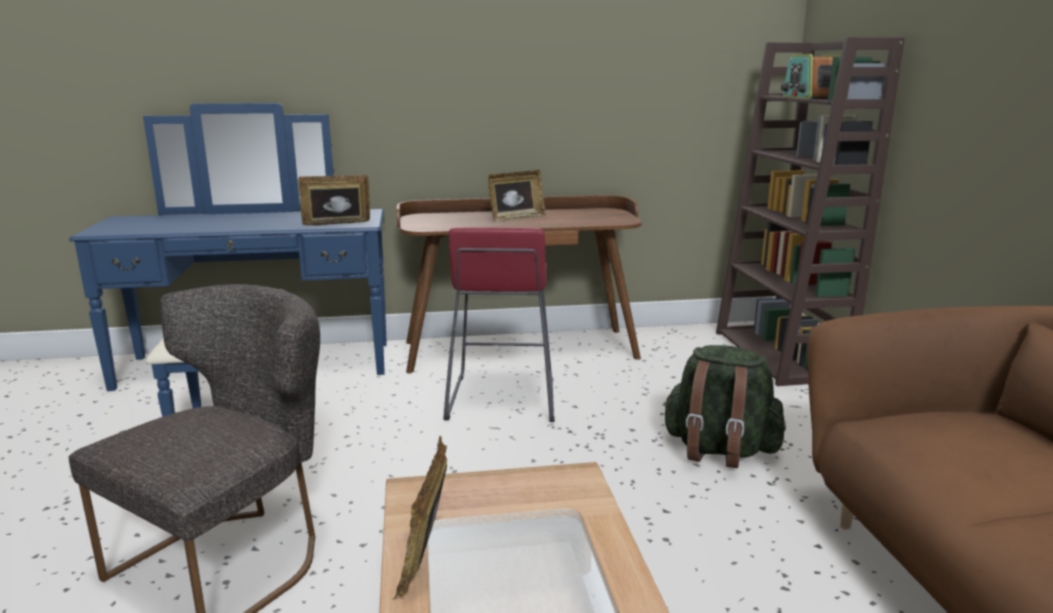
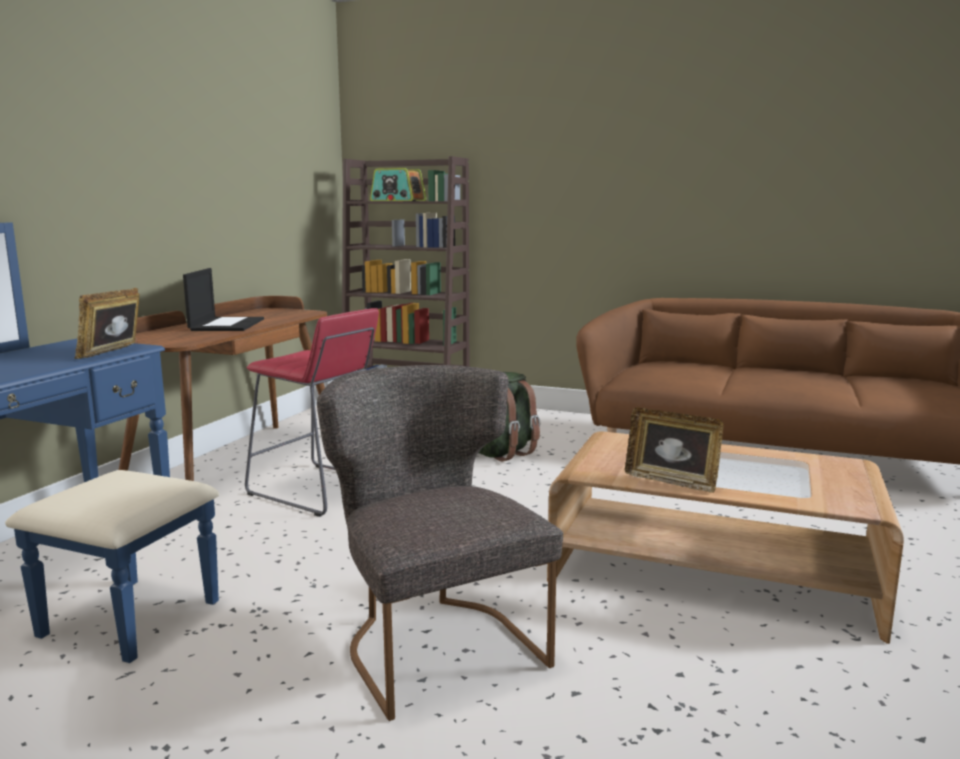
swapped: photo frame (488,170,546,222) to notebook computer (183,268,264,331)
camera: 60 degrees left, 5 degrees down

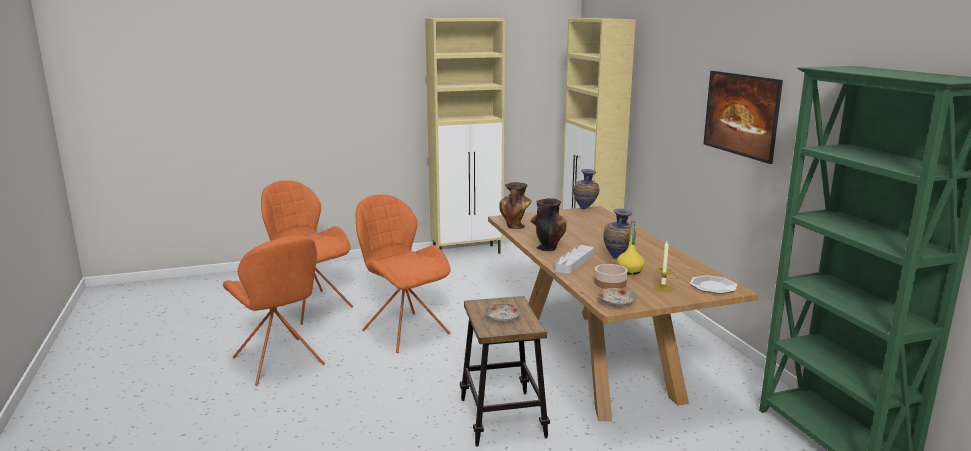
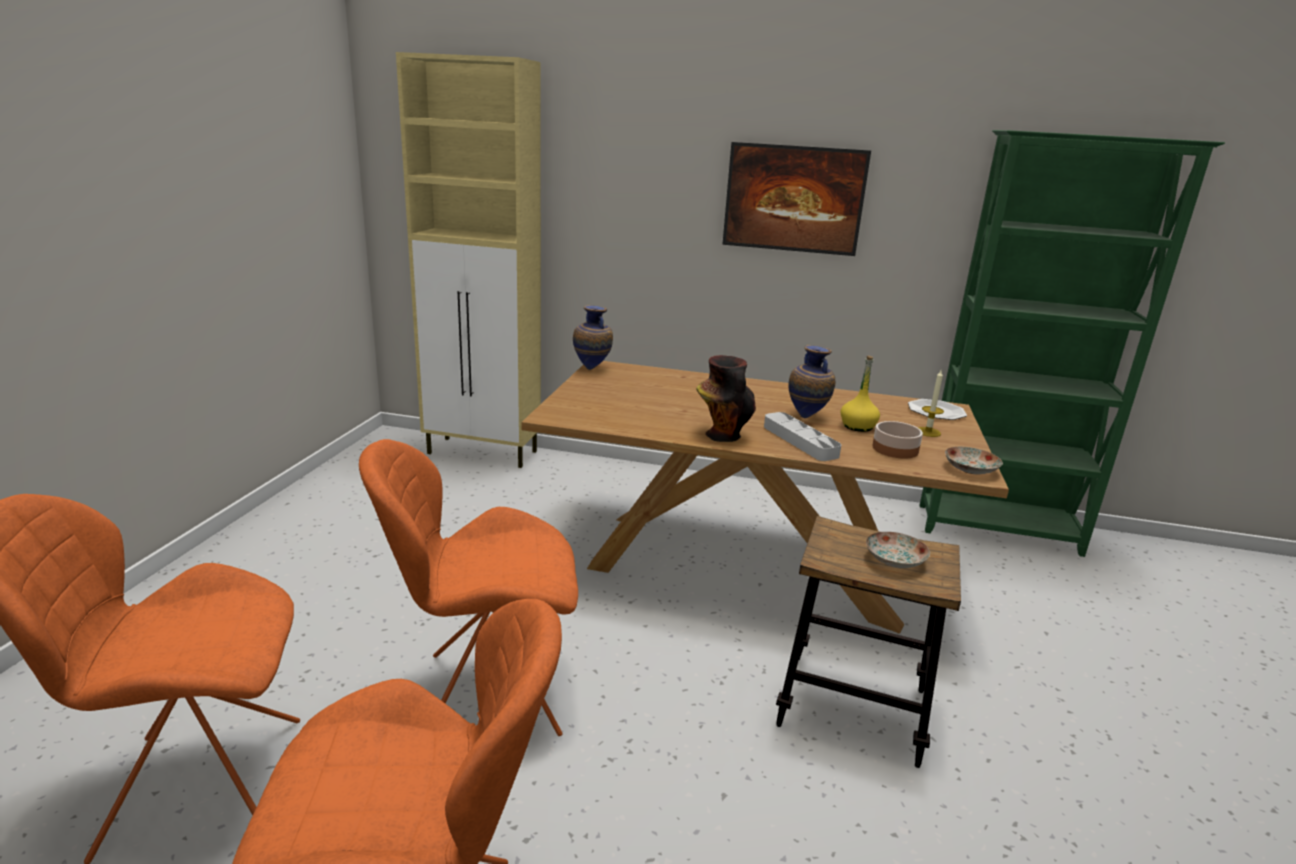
gone: cabinet in beige (425,18,505,254); decorative vase (499,182,532,229)
camera: 60 degrees left, 5 degrees up

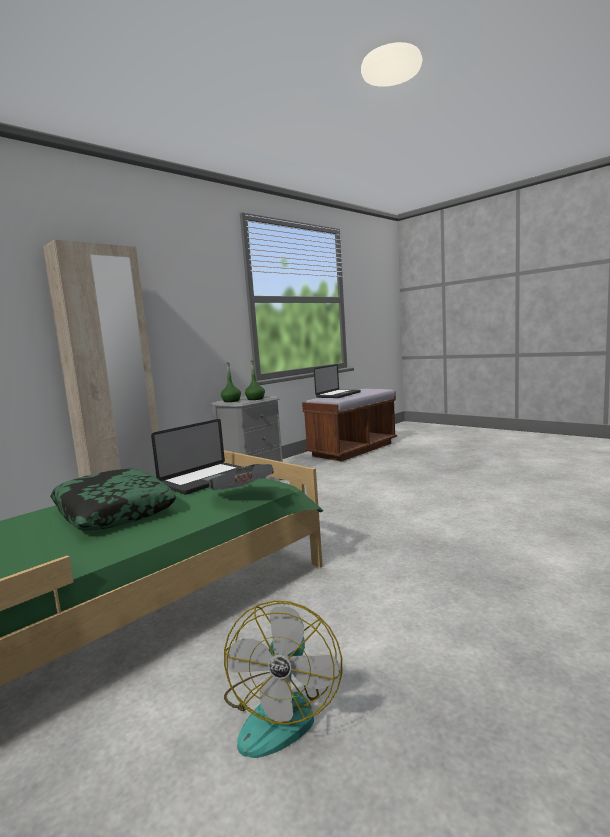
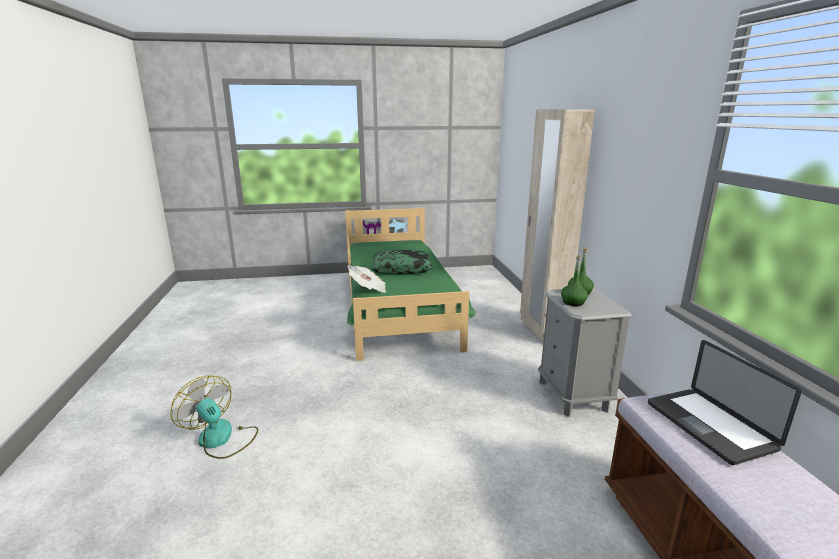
gone: notebook computer (151,419,242,495)
shifted: fan (224,601,342,758) to (170,375,258,459)
camera: 125 degrees right, 10 degrees up

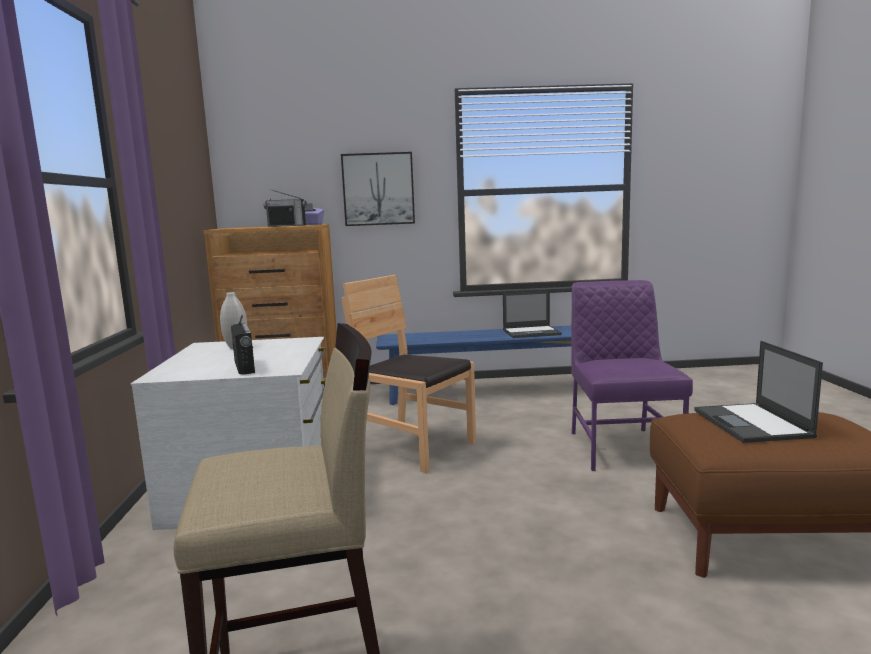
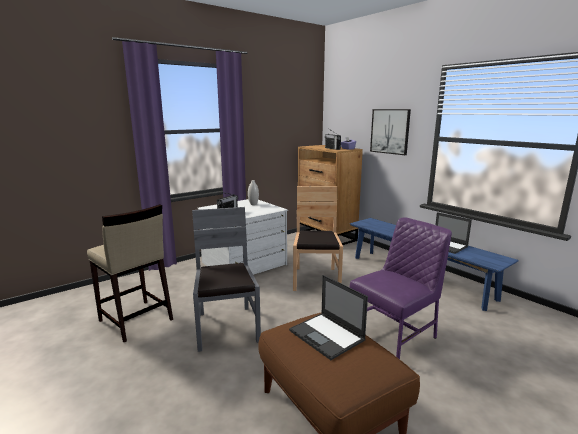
new: upright chair in greyish (192,207,261,352)
rotated: notebook computer (694,341,823,443) = (289,275,368,360) 90 degrees counterclockwise
camera: 55 degrees right, 5 degrees up

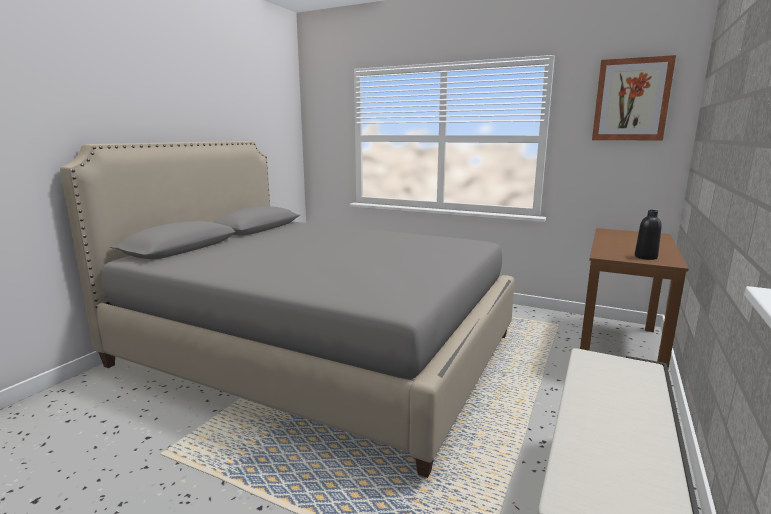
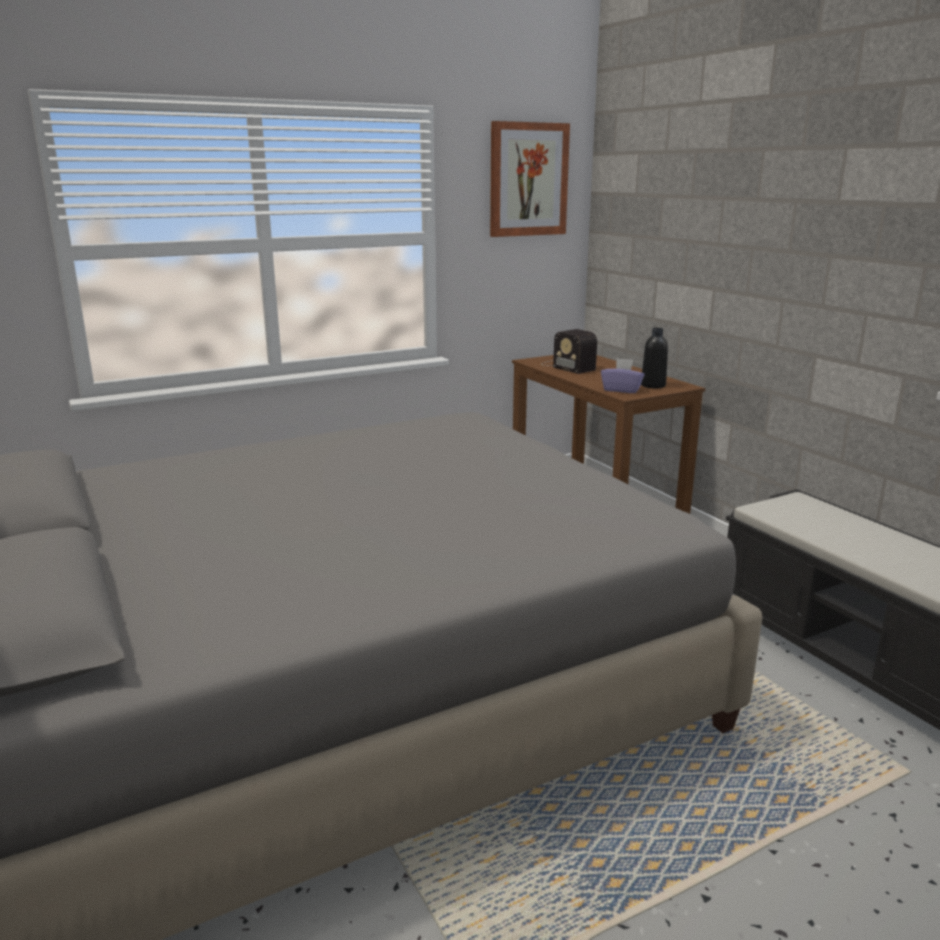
new: radio receiver (541,329,597,374); tissue holder in purple (601,358,644,393)
camera: 55 degrees left, 5 degrees up

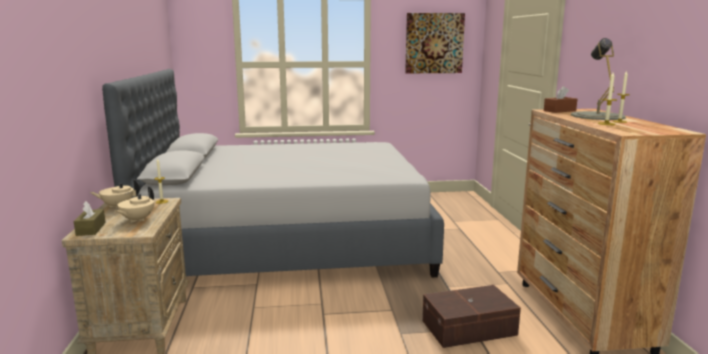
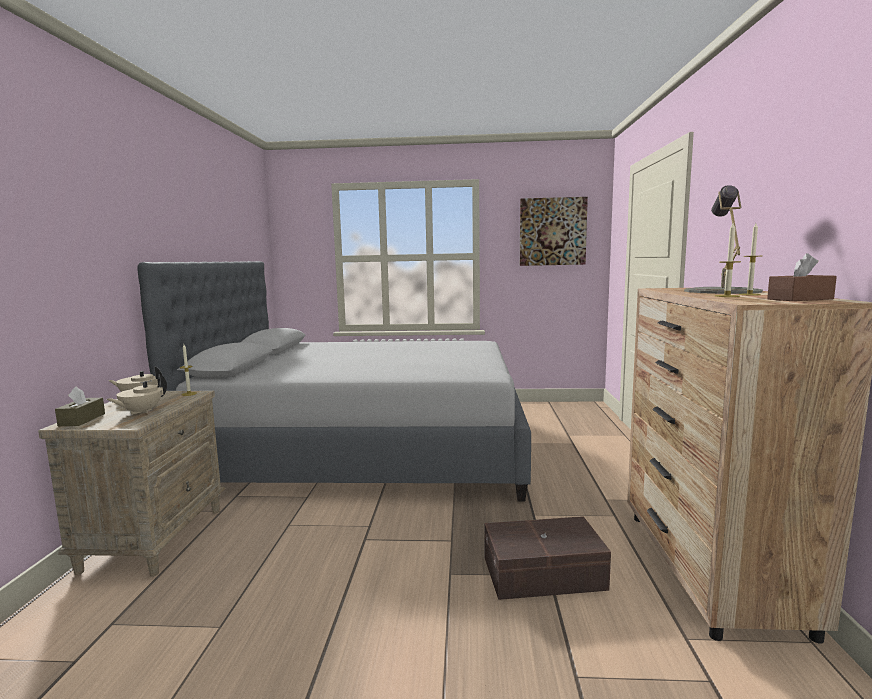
shifted: tissue holder in brownish (544,86,577,113) to (767,253,837,301)
camera: 10 degrees right, 5 degrees down

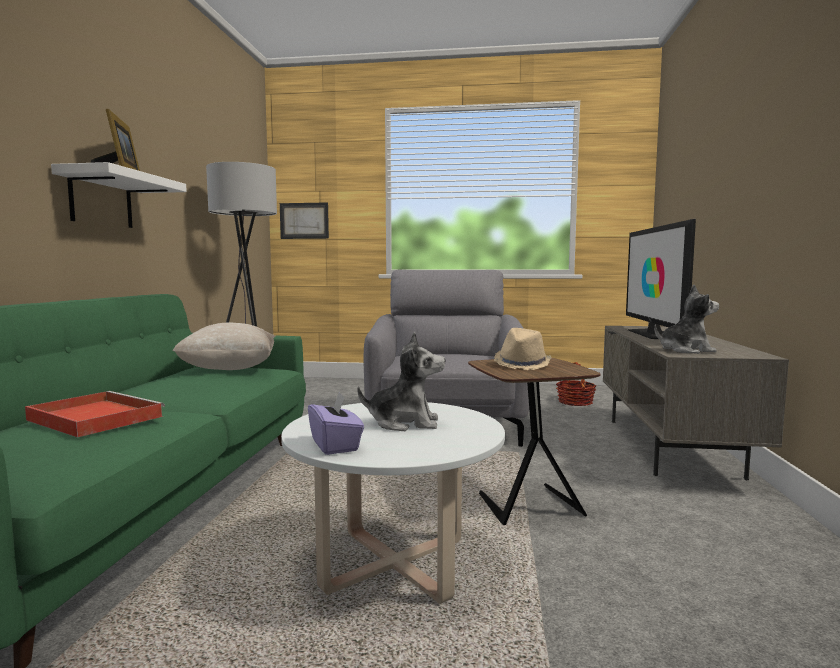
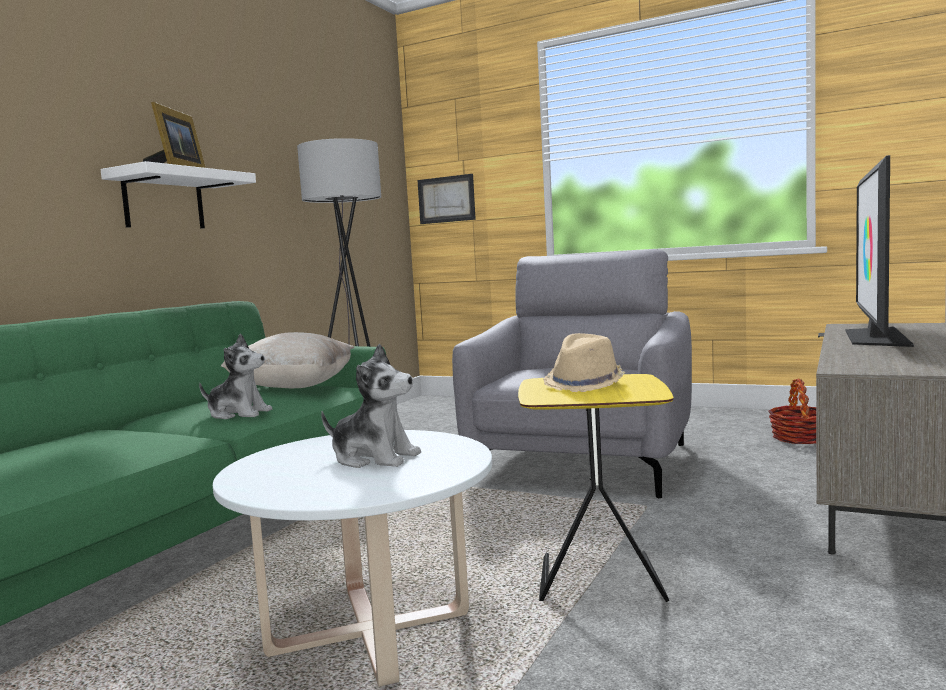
gone: carrying tray in red-coloured (25,391,165,438); tissue holder in purple (308,393,364,455)
shifted: cuddly toy (654,285,719,354) to (199,334,272,419)
repainted: end table in brownish (468,358,601,525) to end table in yellow (518,374,674,602)
camera: 20 degrees right, 0 degrees up

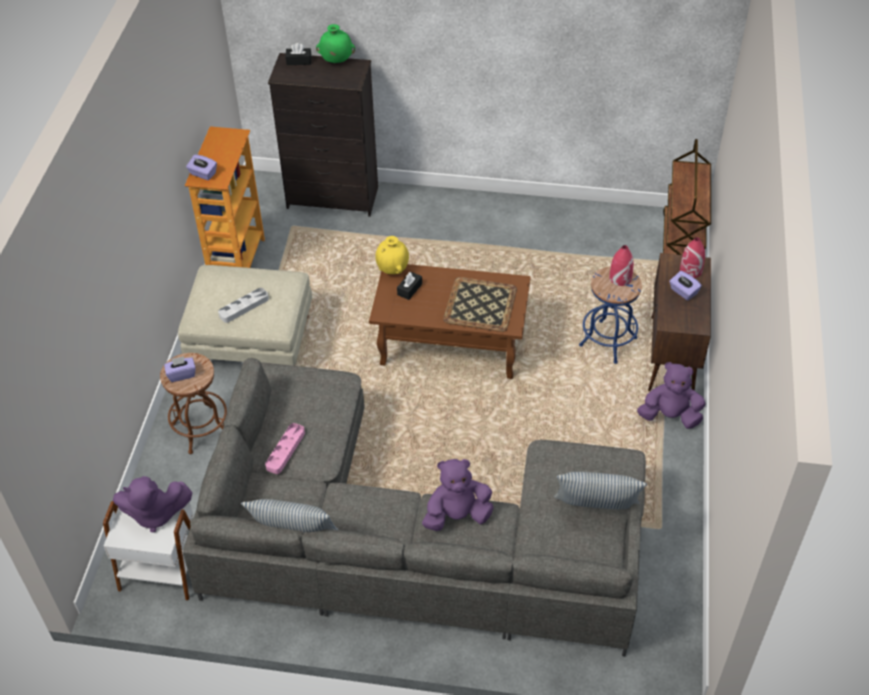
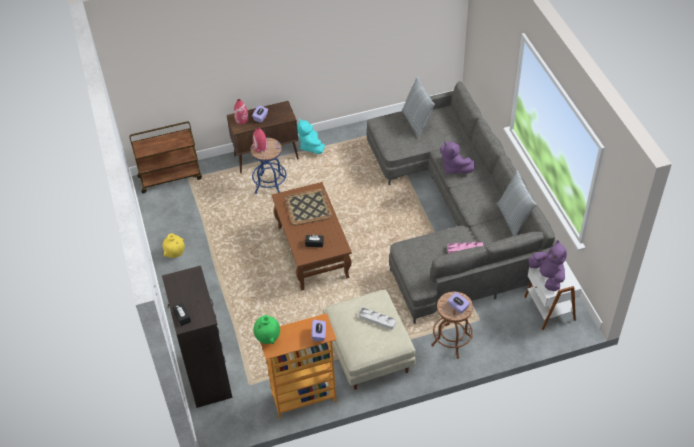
shifted: decorative vase in green-coloured (316,24,355,63) to (253,315,280,344); decorative vase in yellow (375,236,409,274) to (163,233,185,258)
repainted: cuddly toy in purple (637,362,706,429) to cuddly toy in turquoise-coloured (297,119,325,154)
camera: 115 degrees left, 0 degrees up

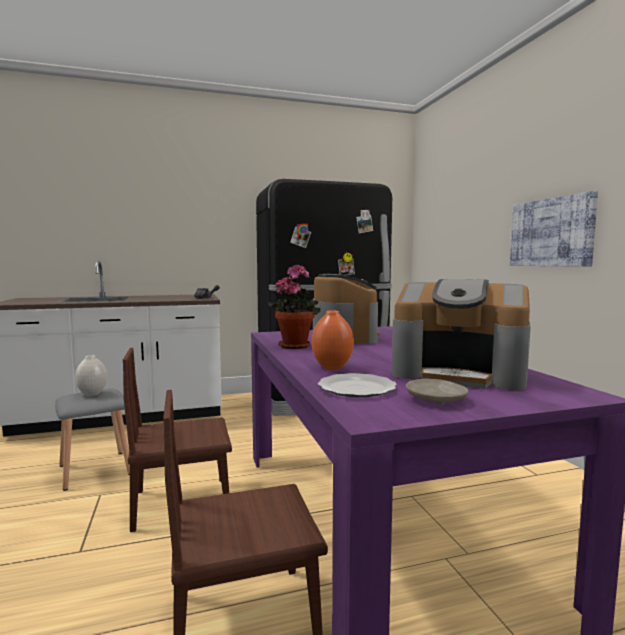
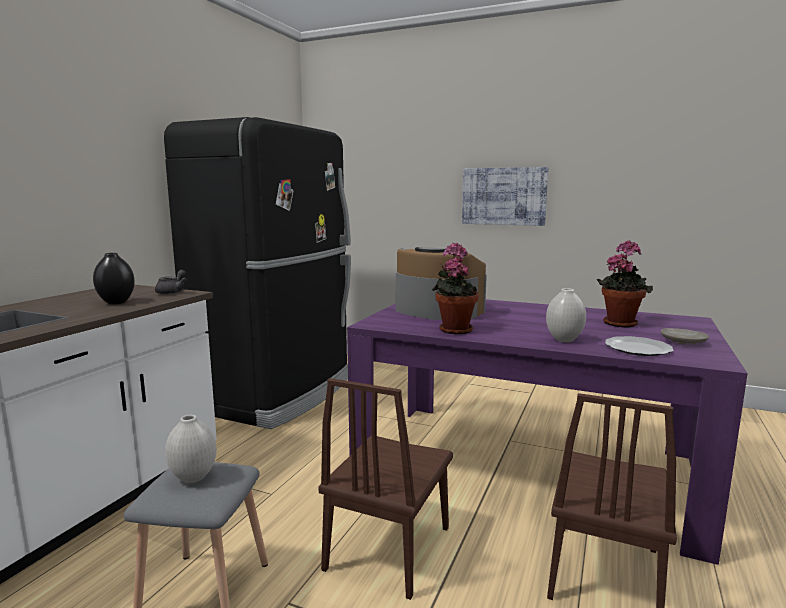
new: decorative vase in black (93,253,135,304)
swapped: coffee machine (392,279,531,390) to potted plant (597,240,653,327)
repainted: decorative vase in orangey (312,310,354,370) to decorative vase in white (546,288,586,342)
camera: 50 degrees left, 5 degrees up

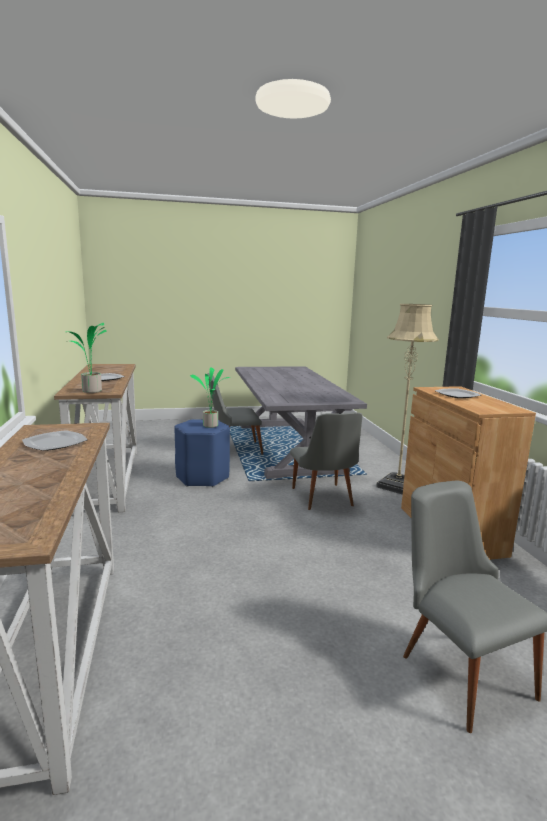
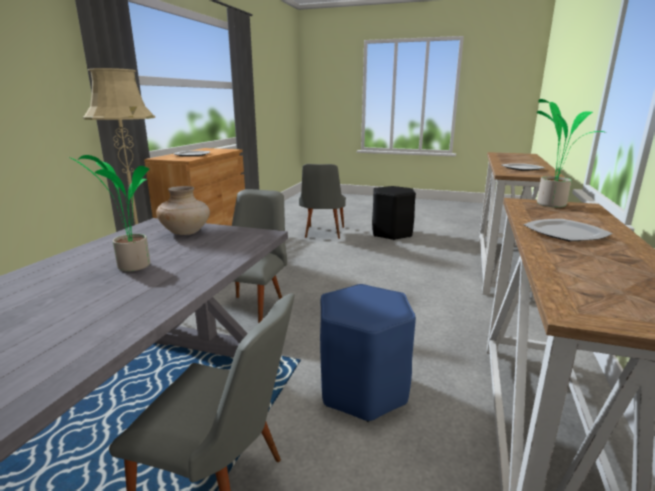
new: decorative vase in beige (156,186,210,235); sitting stool in black (372,186,416,241)
shifted: potted plant (190,367,230,428) to (69,155,150,272)
camera: 150 degrees left, 5 degrees up

